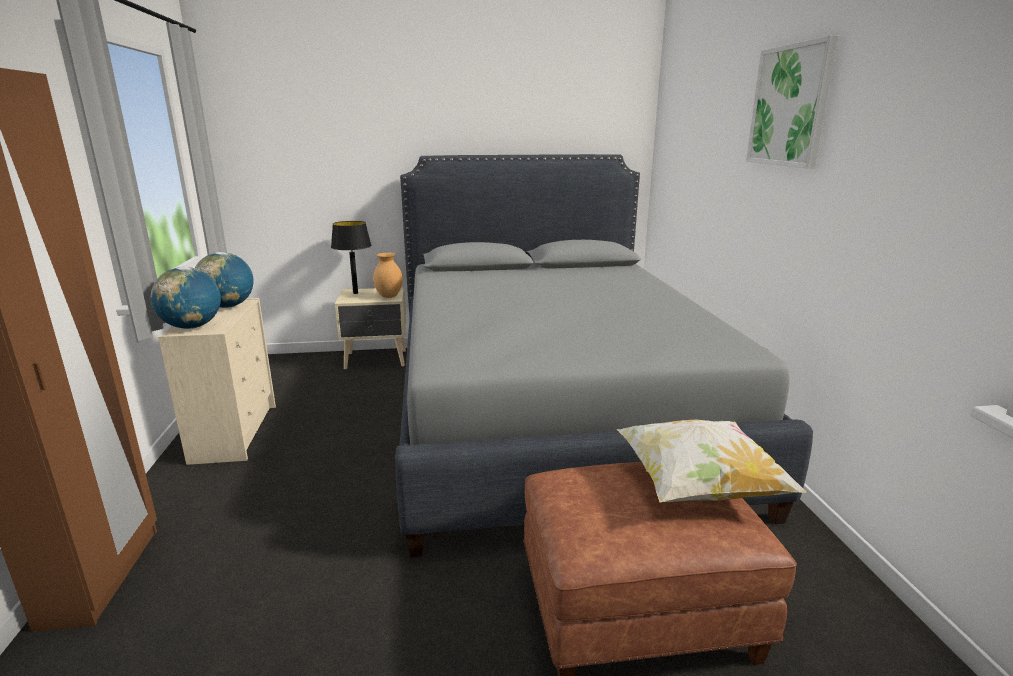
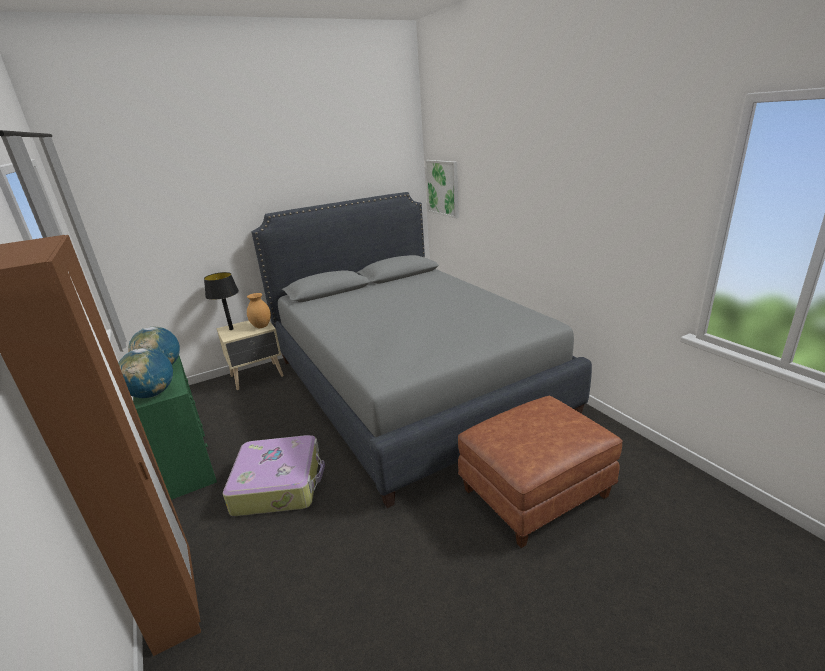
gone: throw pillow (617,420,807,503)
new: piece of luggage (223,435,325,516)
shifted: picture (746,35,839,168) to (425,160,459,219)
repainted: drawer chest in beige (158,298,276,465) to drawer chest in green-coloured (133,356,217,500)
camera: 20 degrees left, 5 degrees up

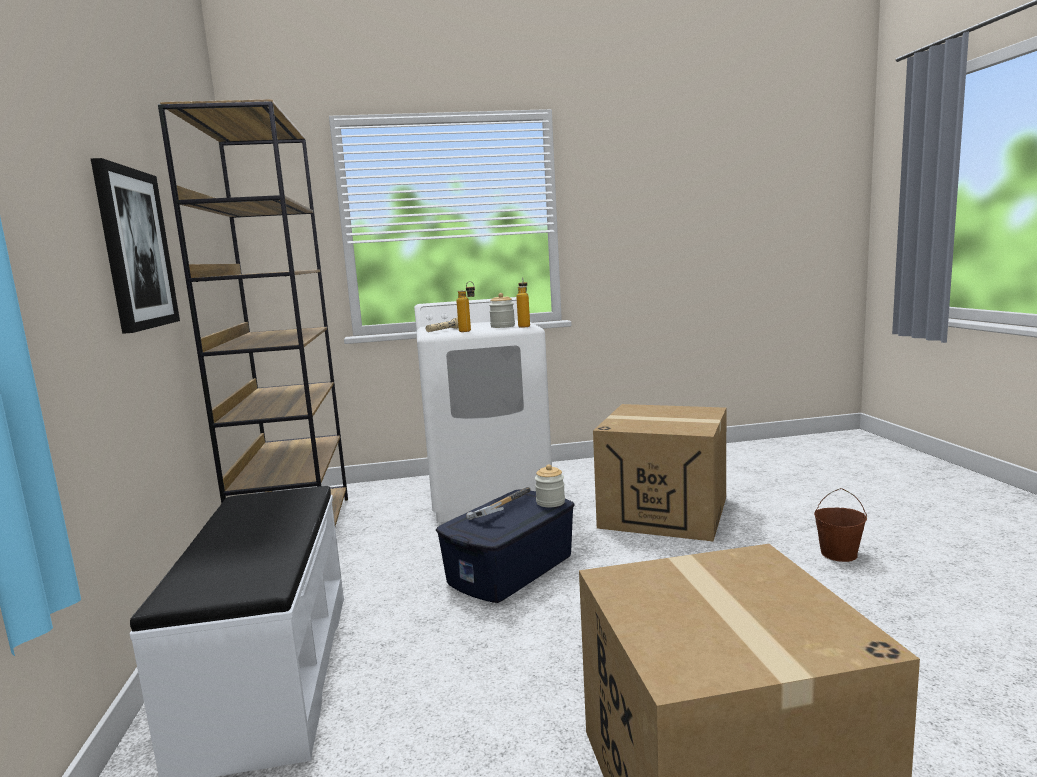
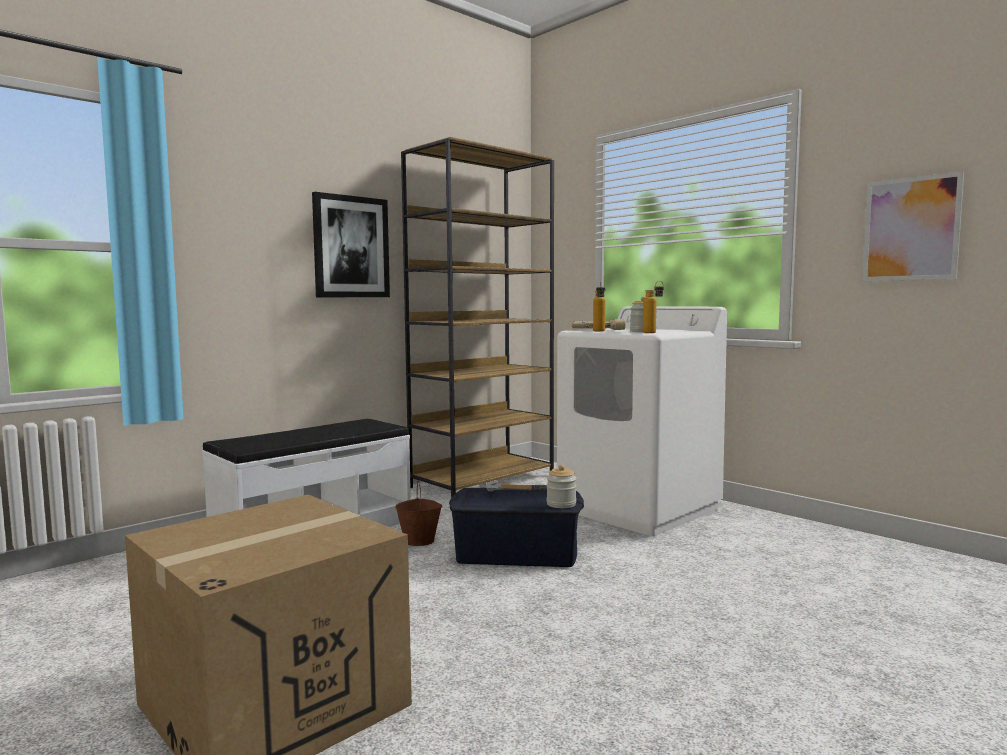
gone: packing box (593,404,726,542)
new: picture (862,171,964,281)
shifted: bucket in brownish (814,488,867,562) to (395,480,442,546)
camera: 55 degrees right, 5 degrees down

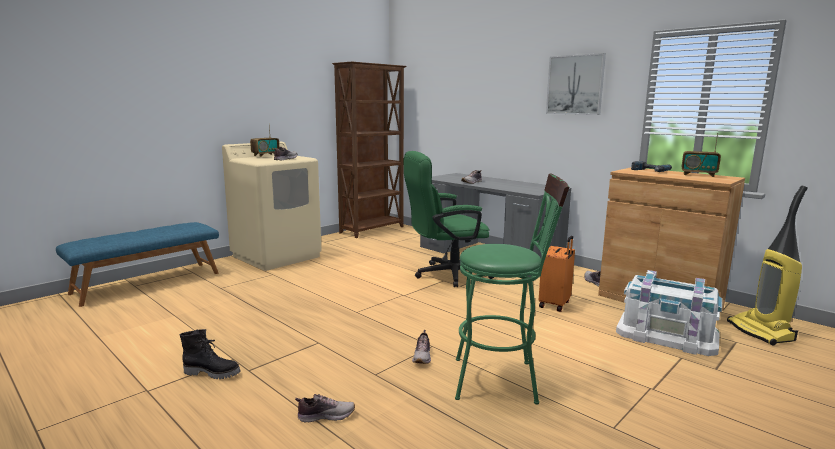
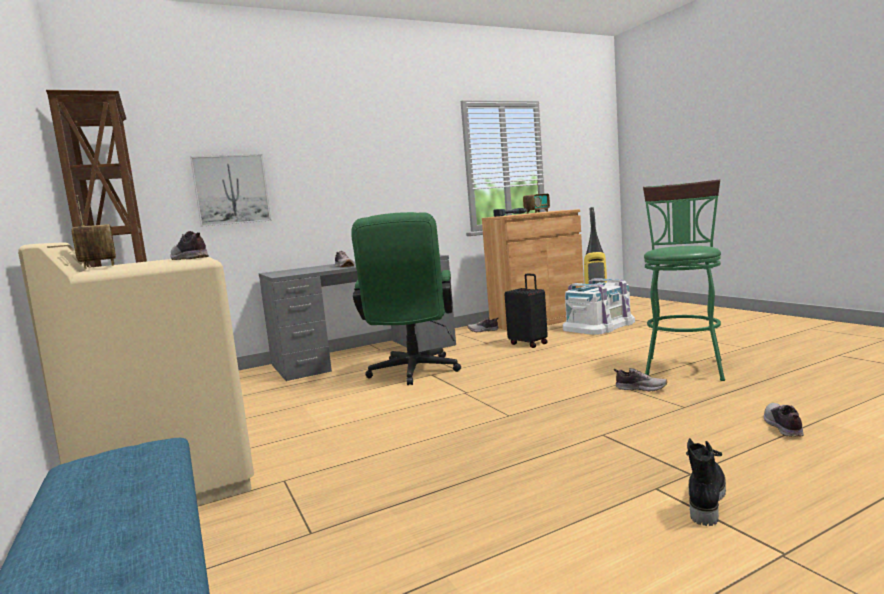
shifted: picture (546,53,606,115) to (190,154,271,227)
repainted: piece of luggage in orangey (539,236,575,312) to piece of luggage in black (505,273,548,348)
camera: 70 degrees left, 5 degrees down

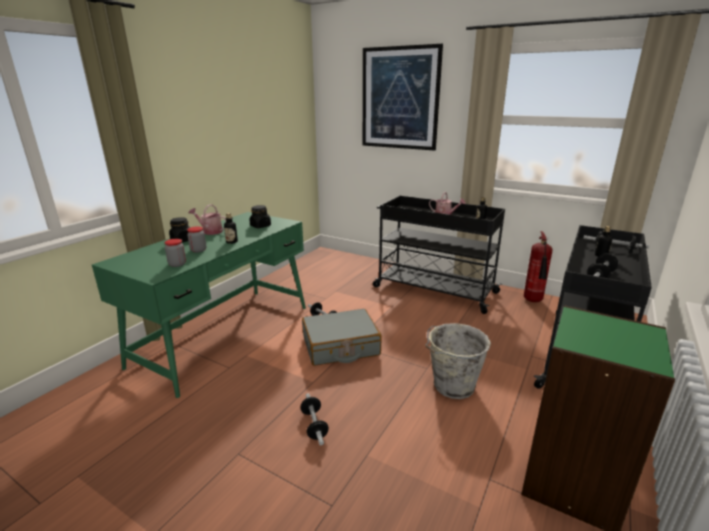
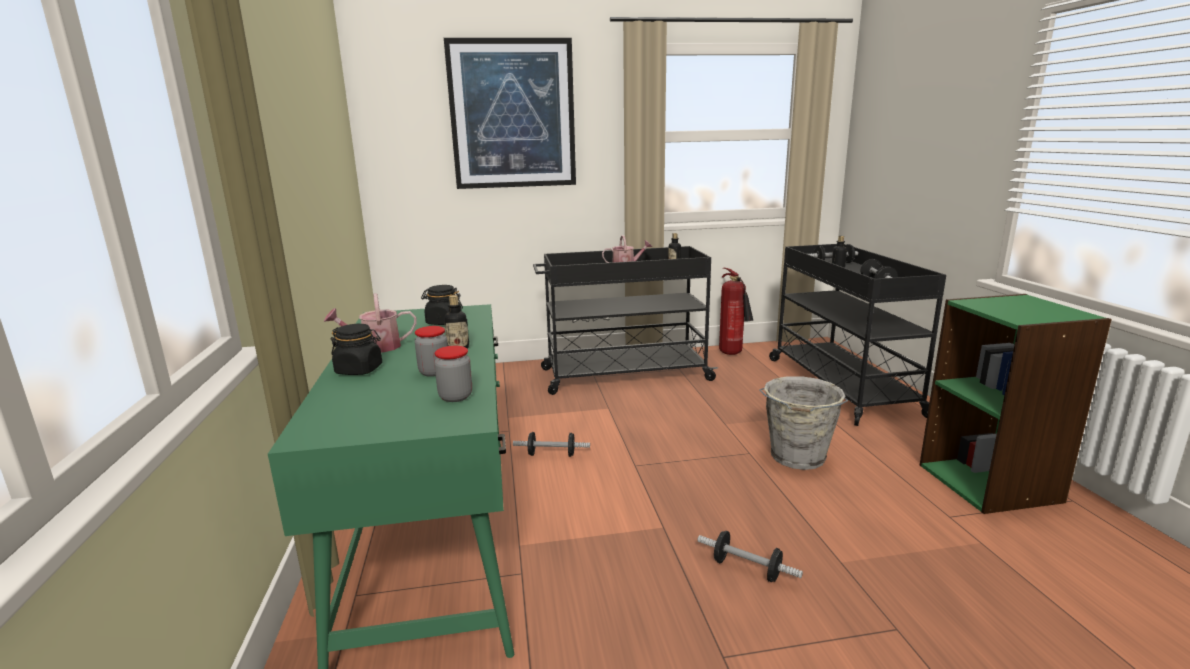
gone: piece of luggage in greyish (302,309,381,366)
camera: 40 degrees left, 5 degrees down

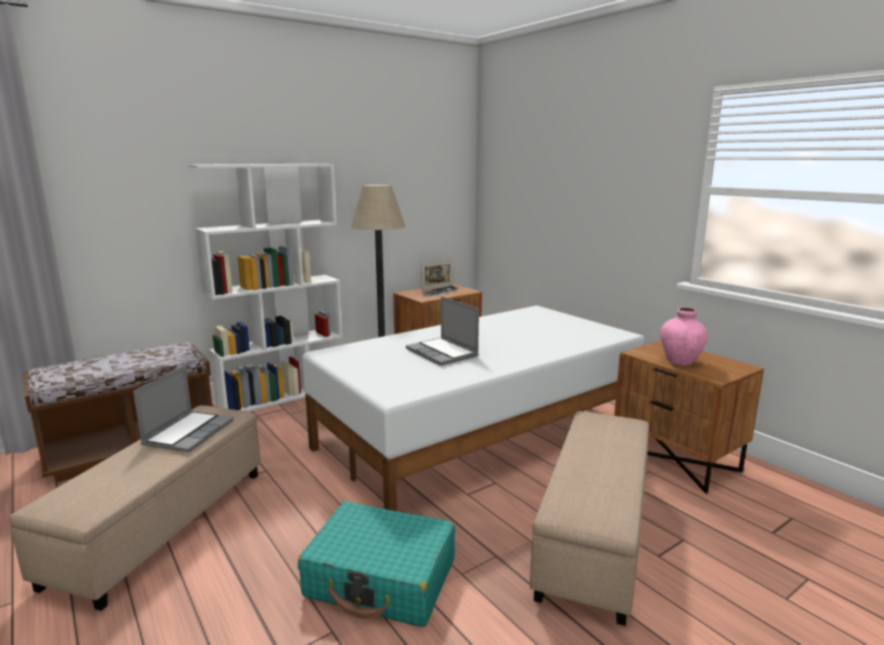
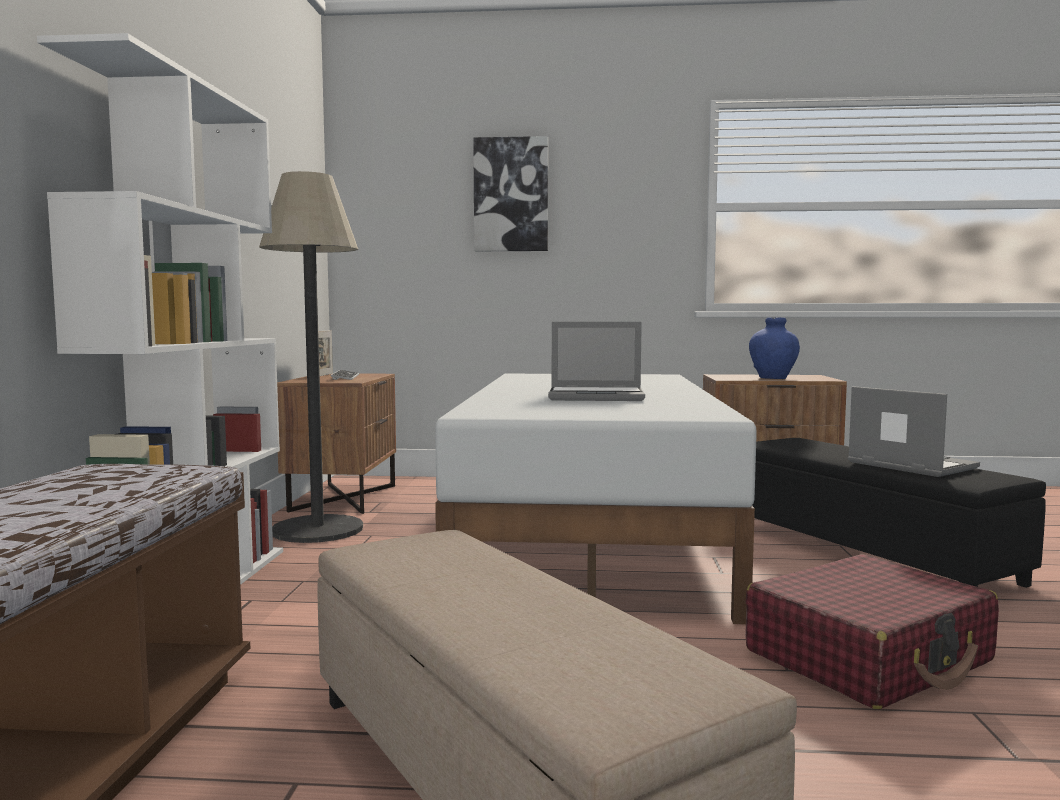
new: picture (473,136,548,251)
shifted: notebook computer (133,366,234,452) to (848,386,980,477)
repainted: decorative vase in pinkish (660,308,708,366) to decorative vase in bluish (749,317,800,379); pouffe in beige (530,411,649,626) to pouffe in black (752,438,1046,588); piece of luggage in turquoise-coloured (298,501,455,627) to piece of luggage in red-coloured (745,554,999,709)
camera: 50 degrees left, 10 degrees down

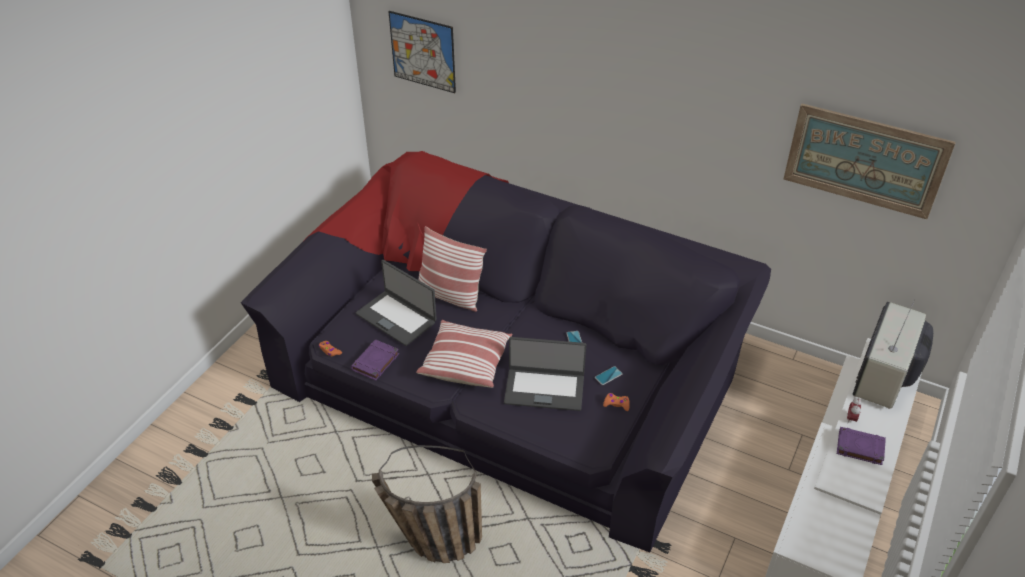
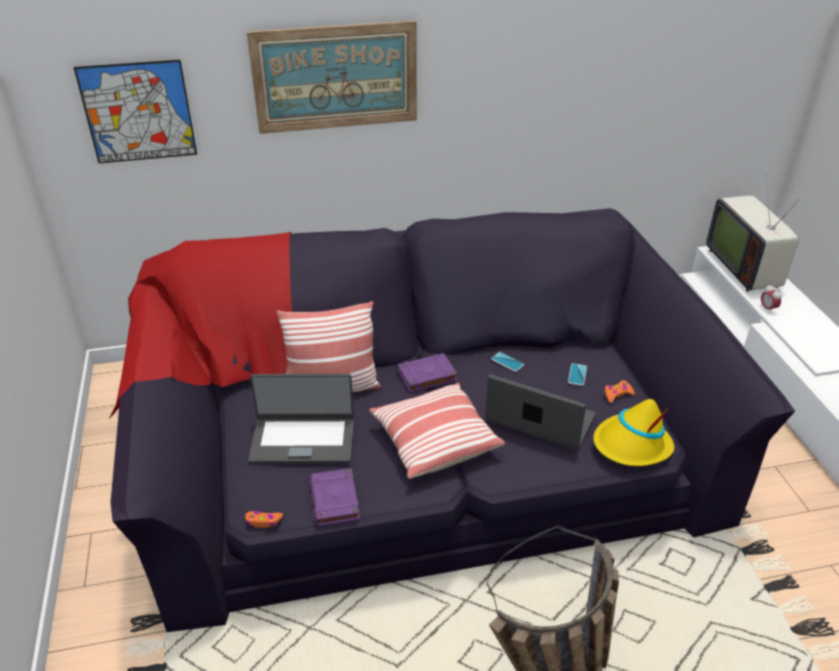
new: wearable hat in yellow (593,399,674,466)
shifted: picture (784,104,956,219) to (247,20,417,134); bound book in purple (837,427,886,465) to (397,353,457,392)
rotated: notebook computer (504,337,586,411) = (485,374,596,450) 120 degrees counterclockwise
camera: 40 degrees left, 5 degrees down

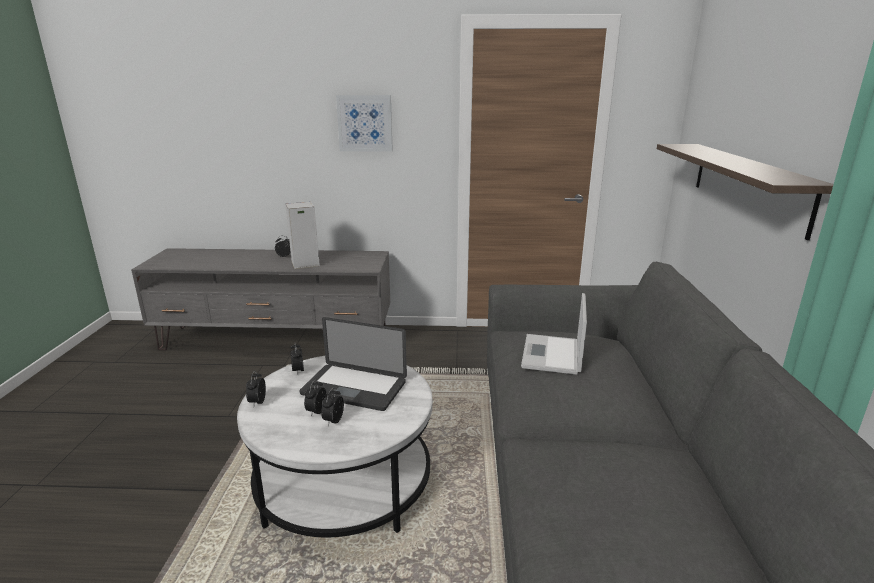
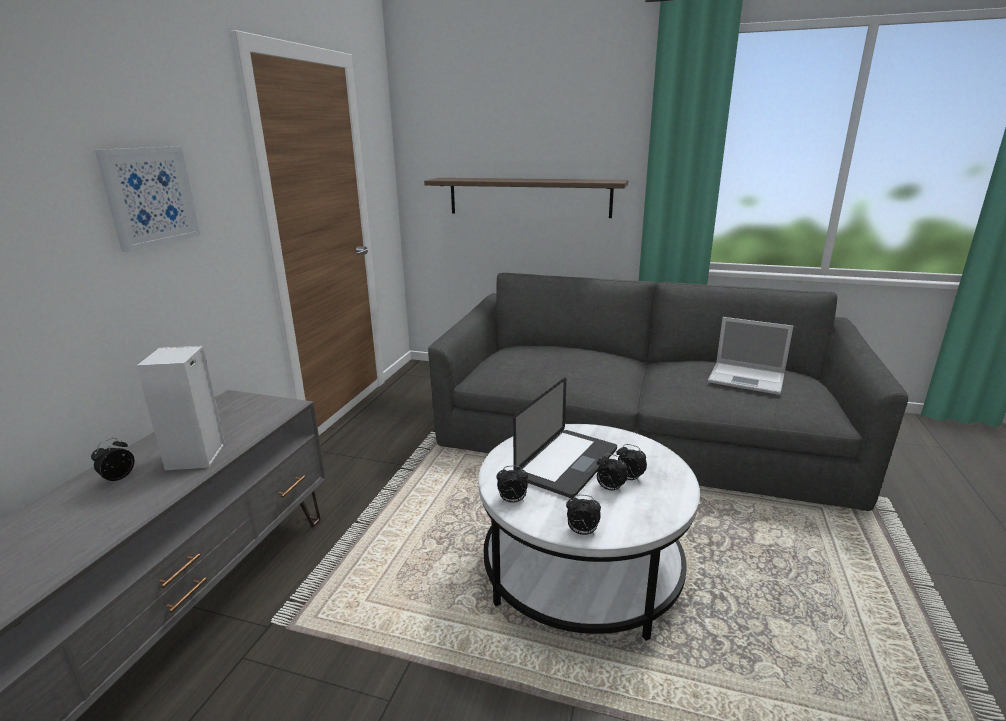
shifted: notebook computer (521,293,587,375) to (708,317,793,395)
camera: 75 degrees left, 0 degrees up

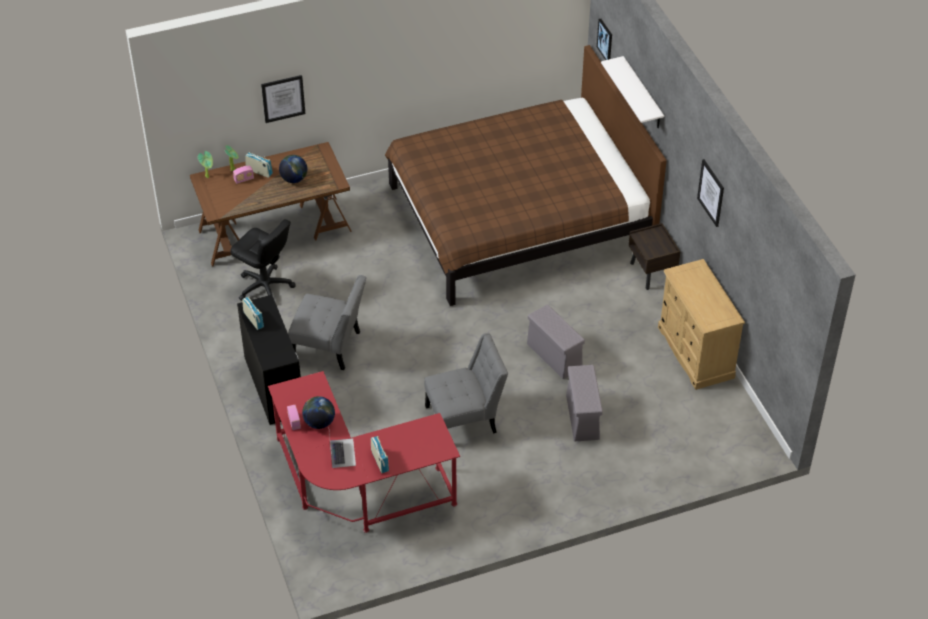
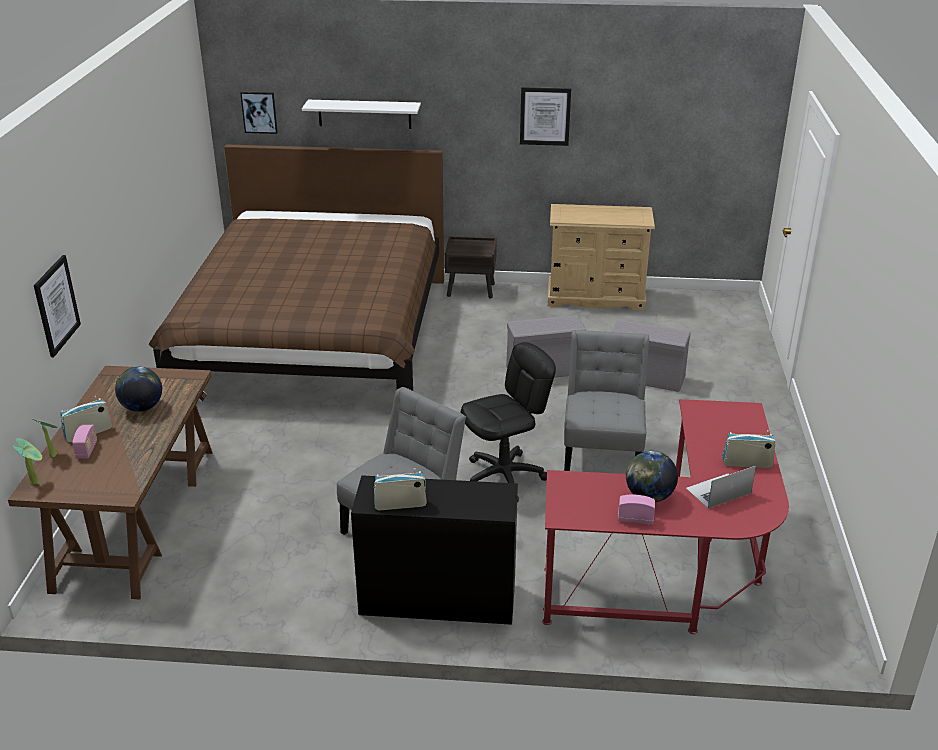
shifted: office chair in black (230,219,296,301) to (460,342,556,502)
rotated: notebook computer (329,433,356,468) = (686,466,756,509) 45 degrees counterclockwise
camera: 65 degrees left, 15 degrees down

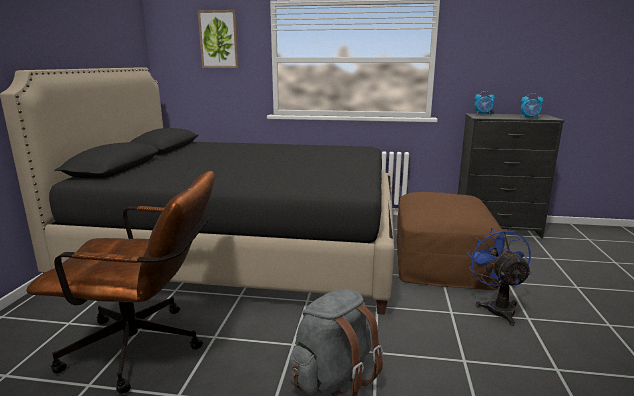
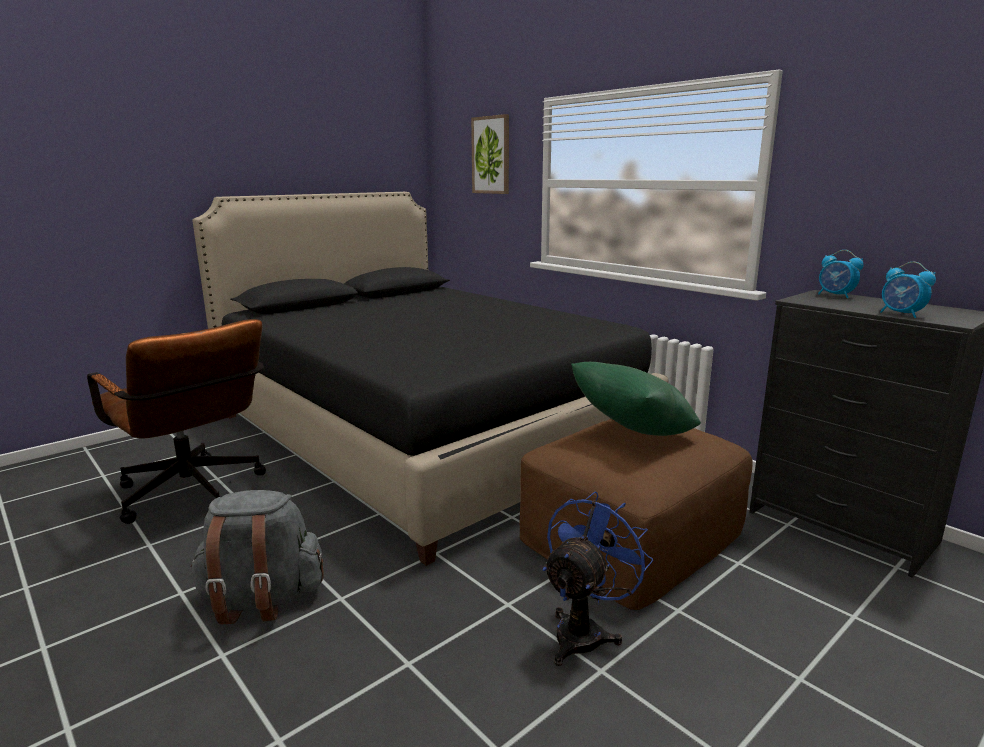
new: throw pillow in green-coloured (571,362,701,436)
camera: 40 degrees right, 0 degrees up

